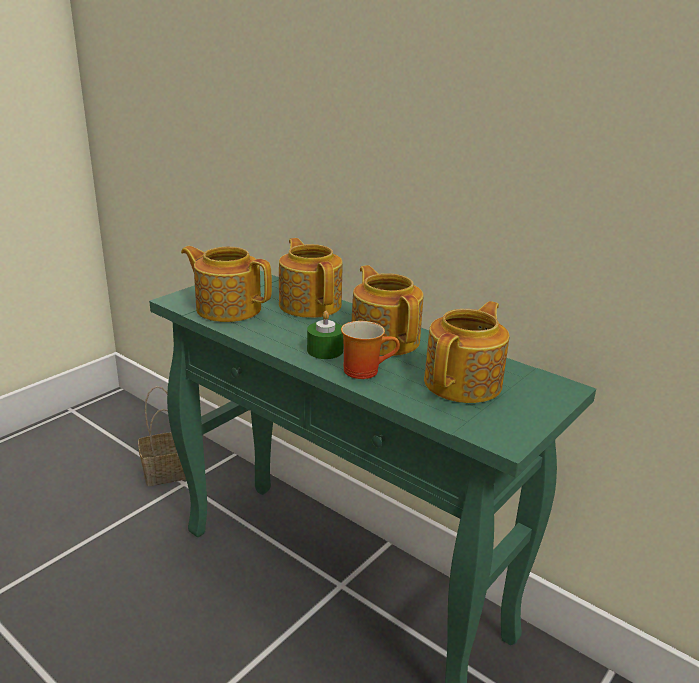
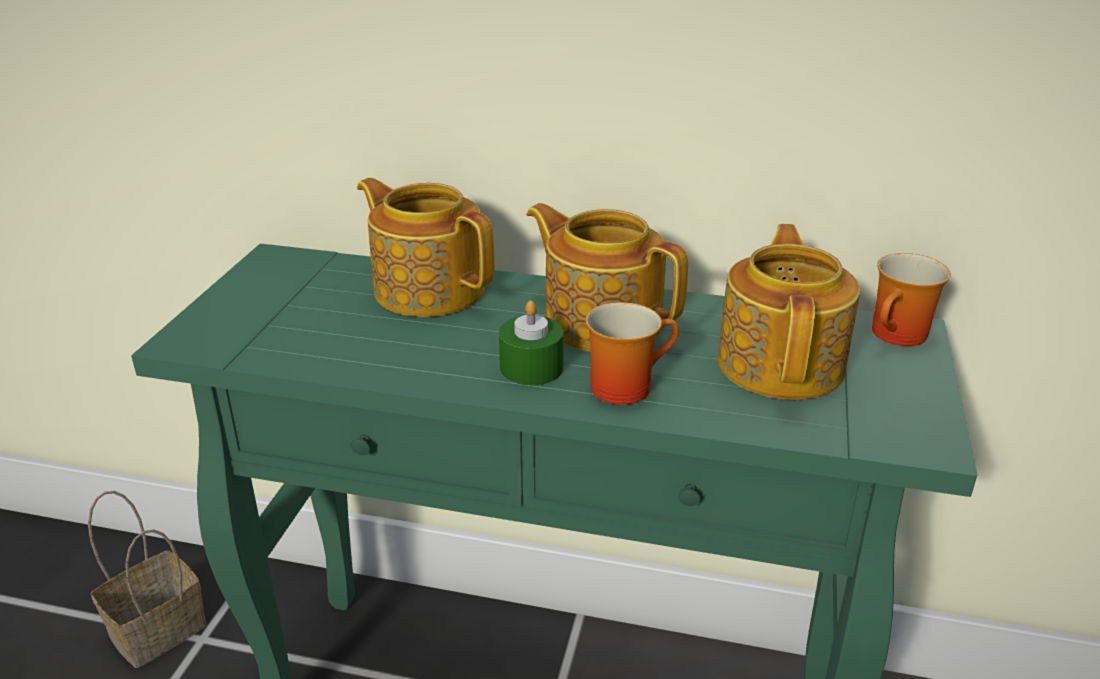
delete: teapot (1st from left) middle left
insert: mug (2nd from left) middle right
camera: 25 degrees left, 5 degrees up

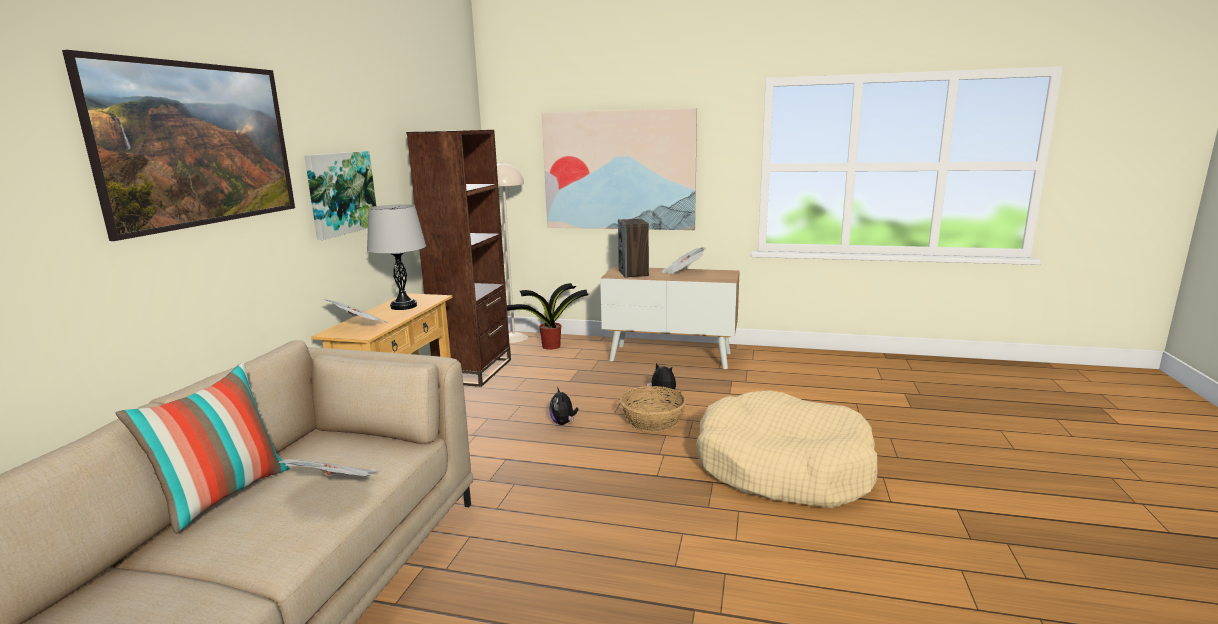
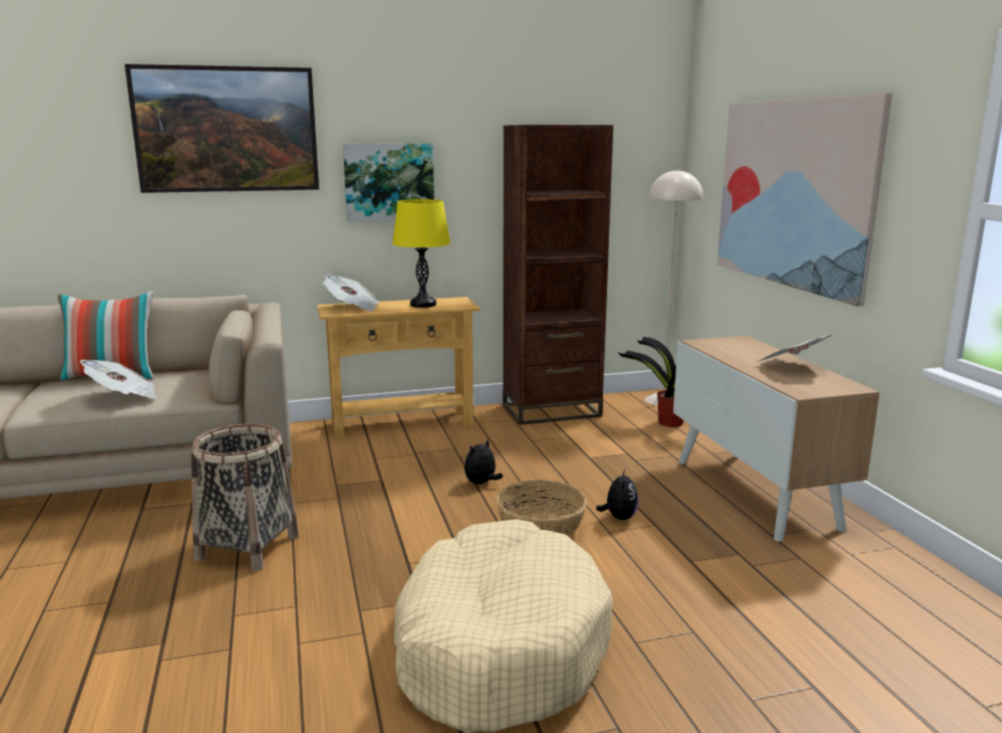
delete: speaker centre
insert: basket (1st from left) bottom left
recolor: grey table lamp middle left to yellow table lamp centre
camera: 60 degrees right, 0 degrees up

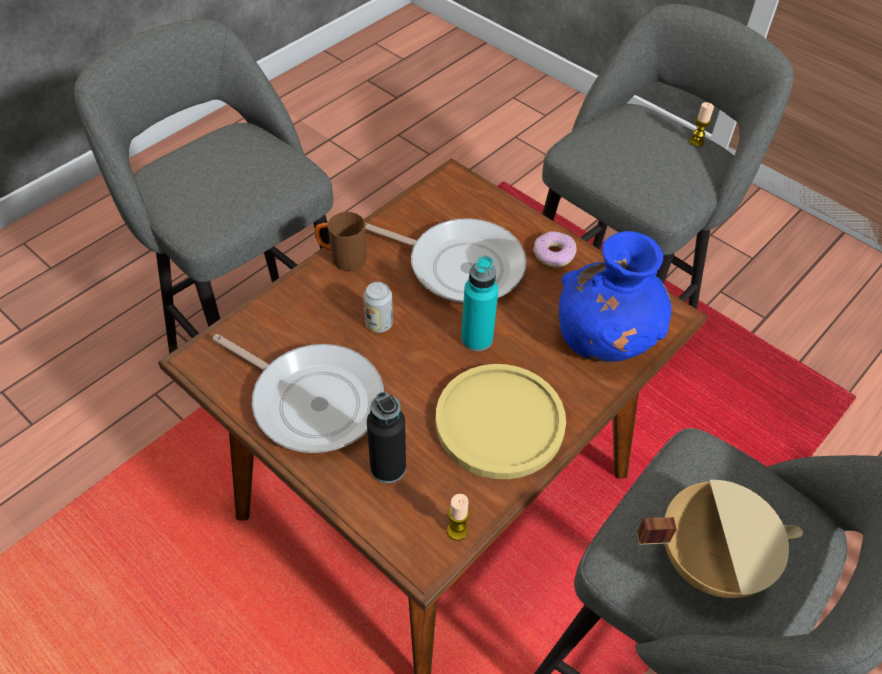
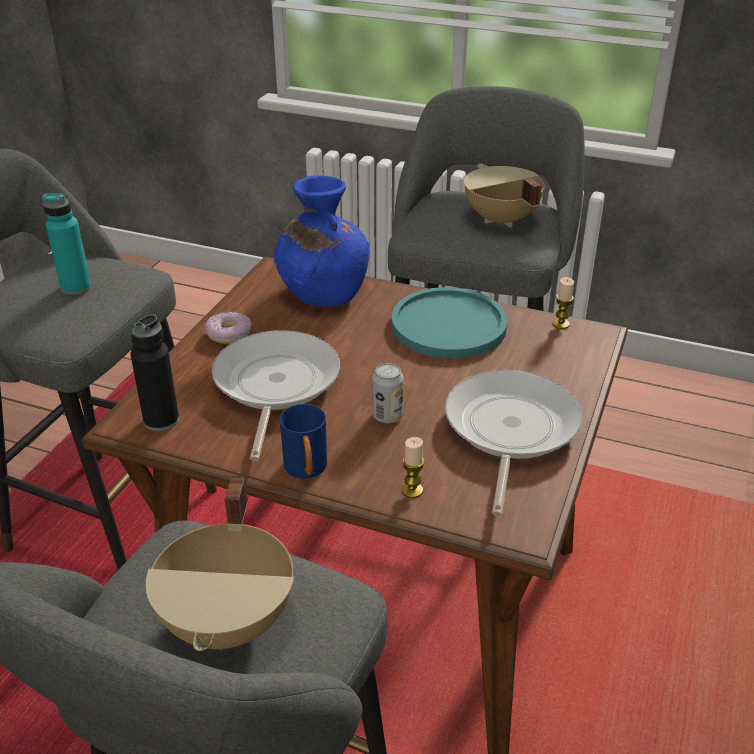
insert: beige cooking pot (1st from left) bottom left
move: black bottle centre to middle left; turquoise bottle centre to top left; candle (2nd from left in the first image) top right to candle (1st from left) centre
recolor: brown mug centre to blue mug centre; yellow plate centre to turquoise plate centre
camera: 110 degrees left, 15 degrees down

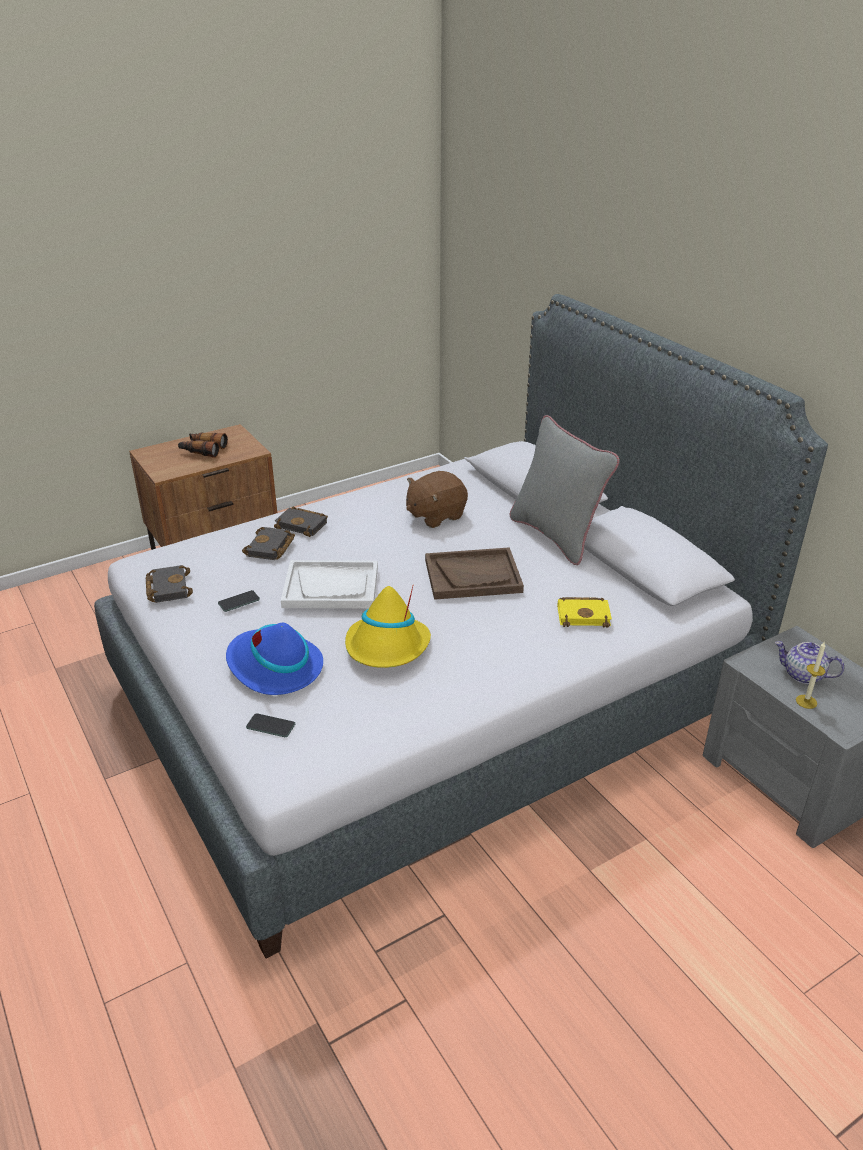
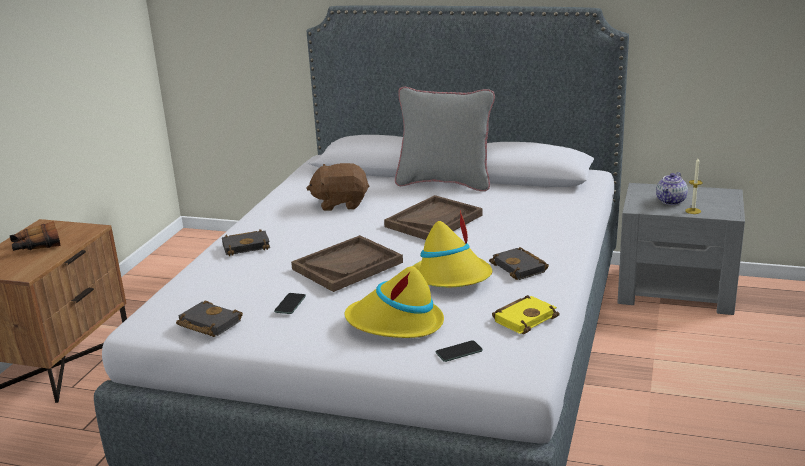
move: black book (2nd from left in the first image) middle left to black book (3rd from left) centre; yellow book middle right to bottom centre
recolor: blue hat middle left to yellow hat (1st from left) centre; white tray centre to brown tray (1st from left) centre
rotate: brown plush toy centre = centre 75 degrees clockwise; teapot middle right = middle right 45 degrees counterclockwise
camera: 40 degrees left, 10 degrees down

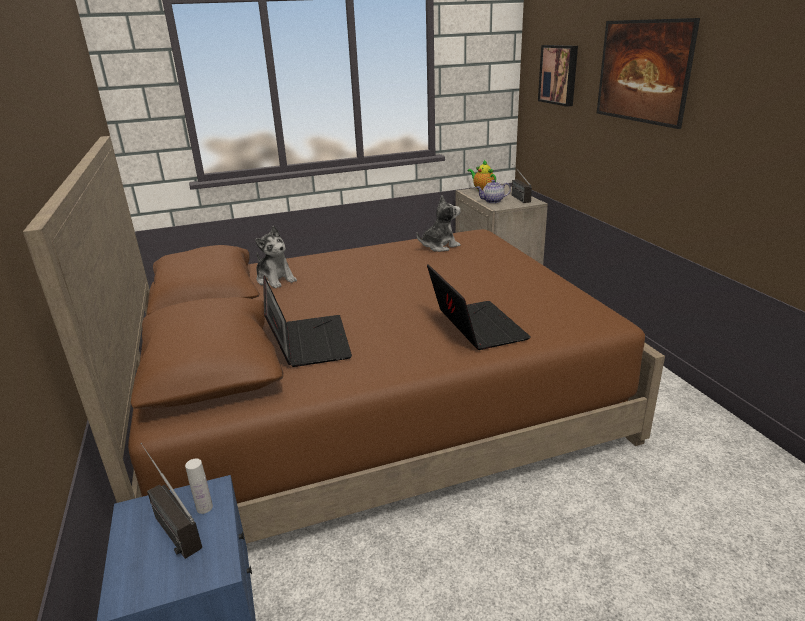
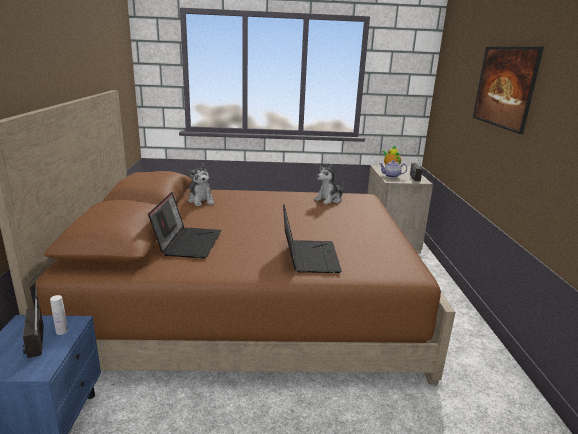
delete: picture (1st from left) top right
rotate: plush toy (2nd from left) centre = centre 150 degrees clockwise
camera: 15 degrees right, 5 degrees down

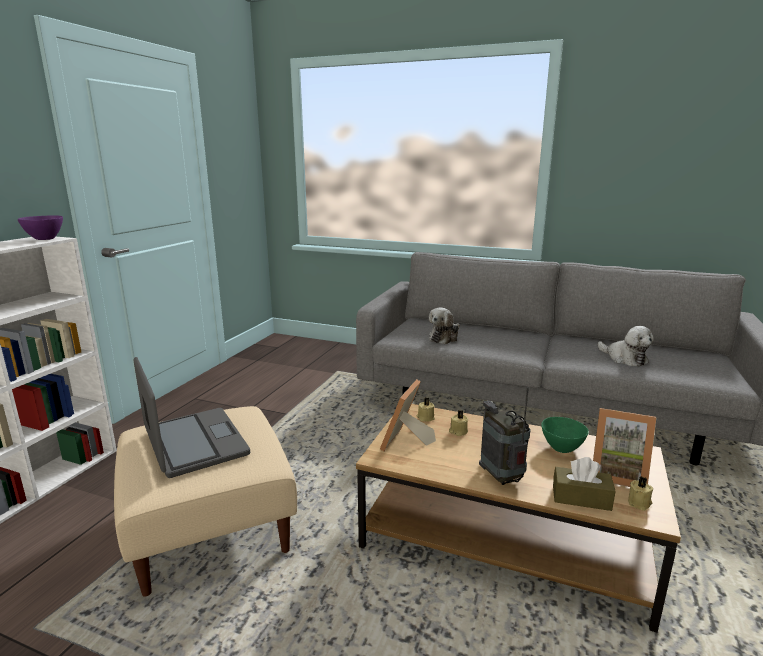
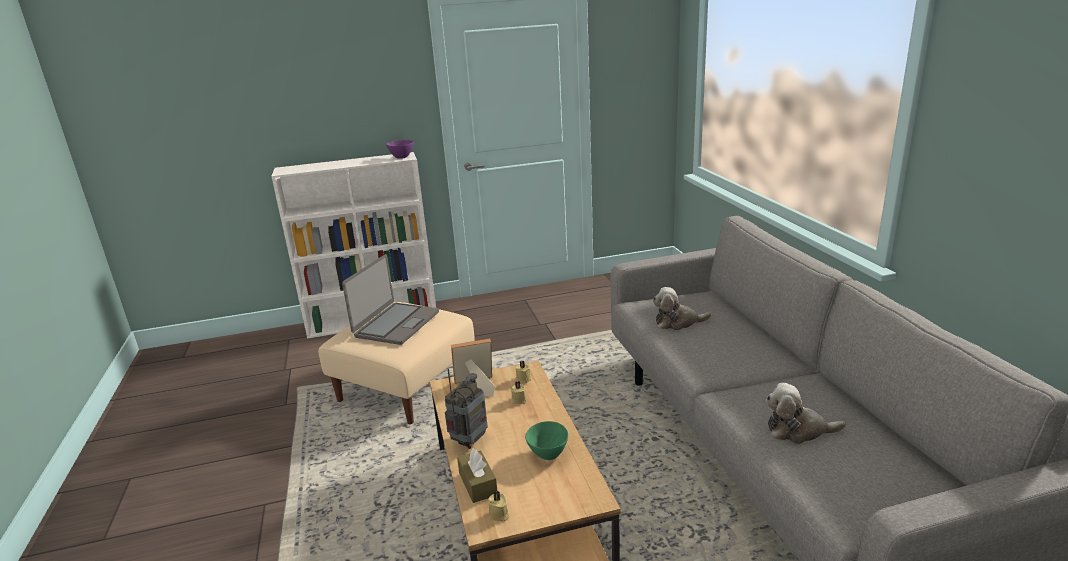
delete: picture frame (2nd from left) bottom right
rotate: plush toy (2nd from left) middle right = bottom right 75 degrees clockwise
camera: 55 degrees right, 5 degrees up

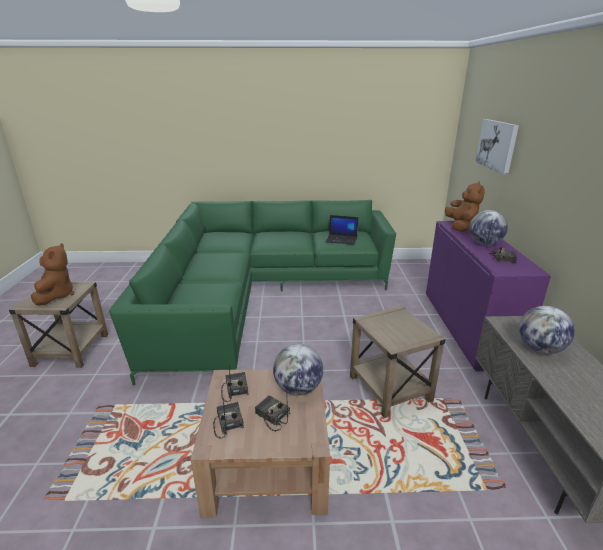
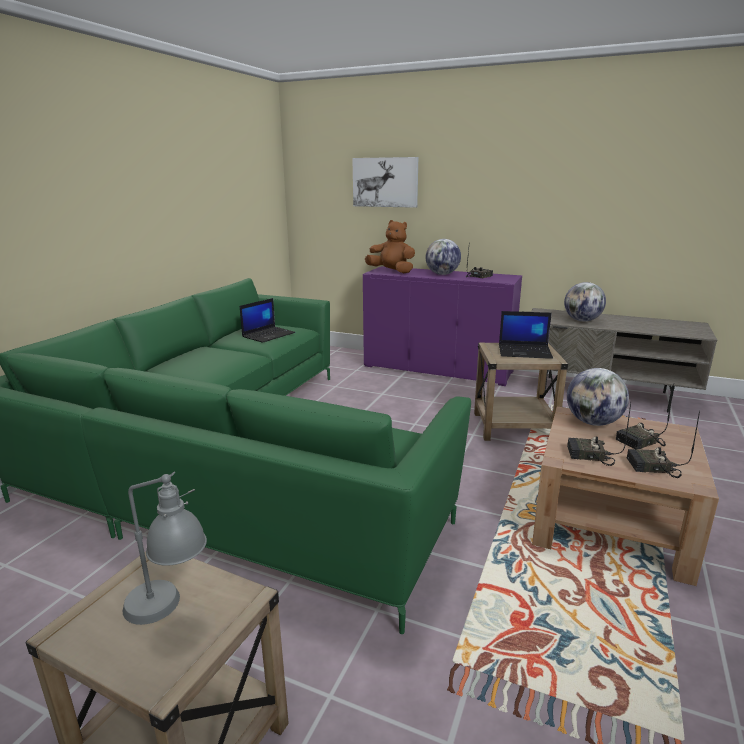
insert: laptop (2nd from left) middle right
replace: brown plush toy (1st from left) middle left to grey table lamp bottom left
camera: 65 degrees left, 5 degrees down

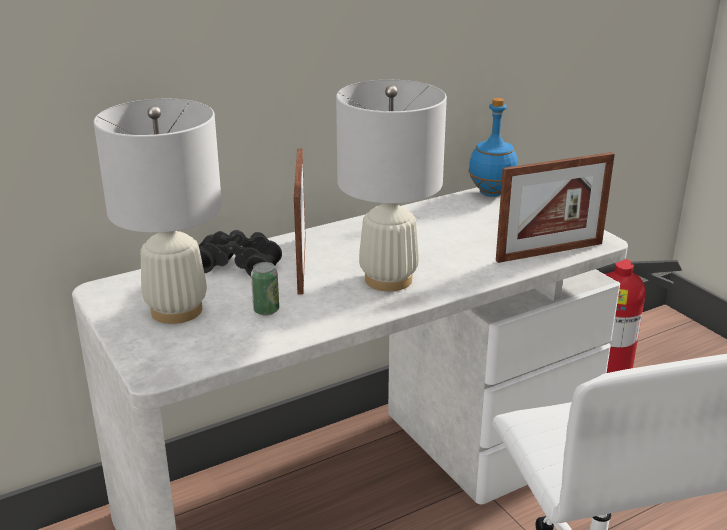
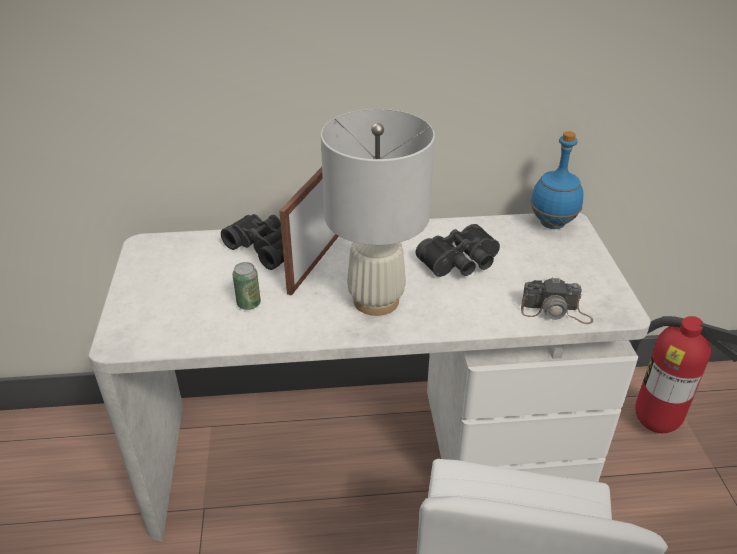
delete: white table lamp (1st from left) middle left
insert: black binoculars (2nd from left) centre
replace: picture frame (2nd from left) middle right to photo camera middle right
camera: 25 degrees right, 10 degrees up

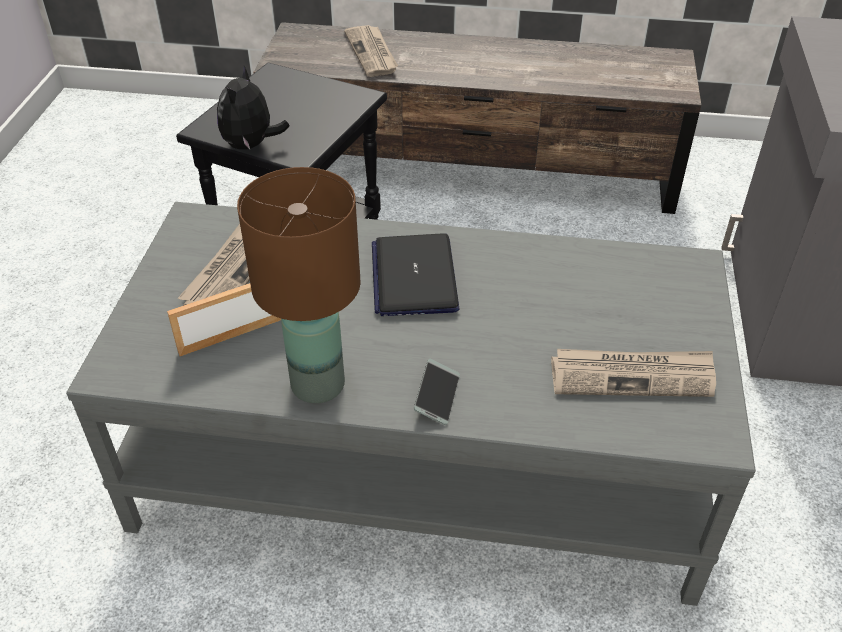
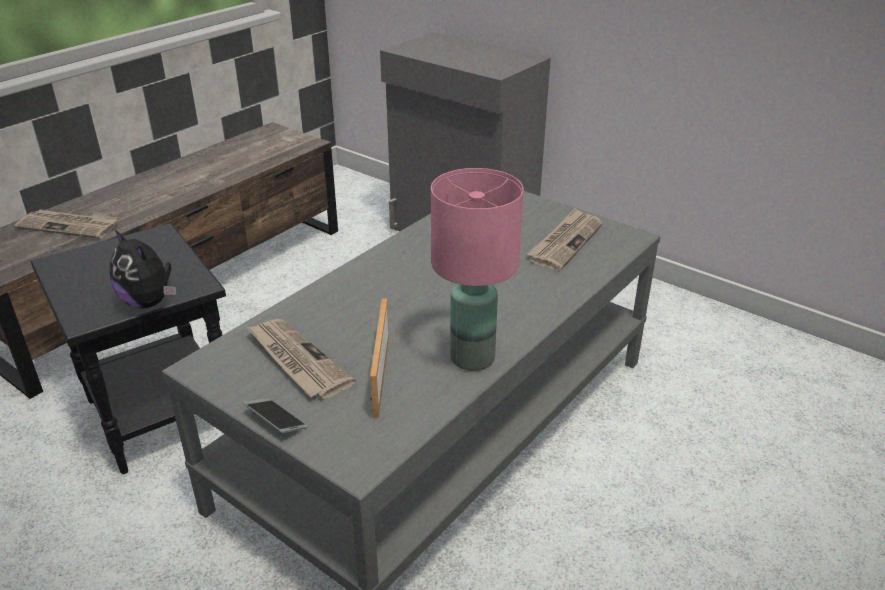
delete: laptop centre
move: phone centre to bottom left
recolor: brown table lamp centre to pink table lamp centre
camera: 60 degrees left, 10 degrees down

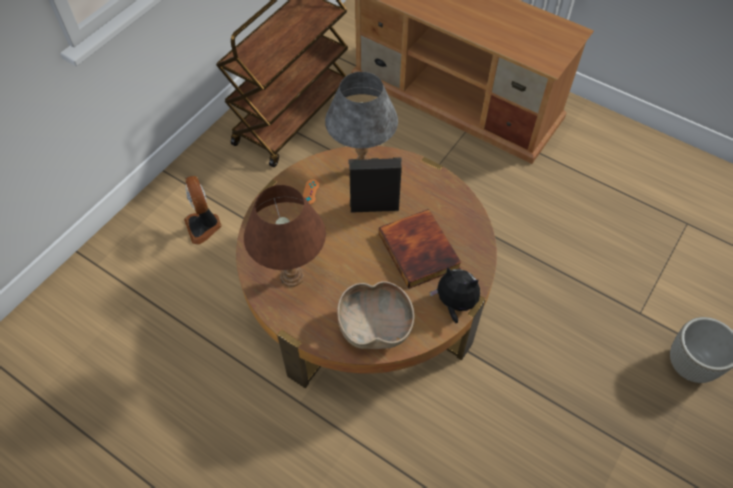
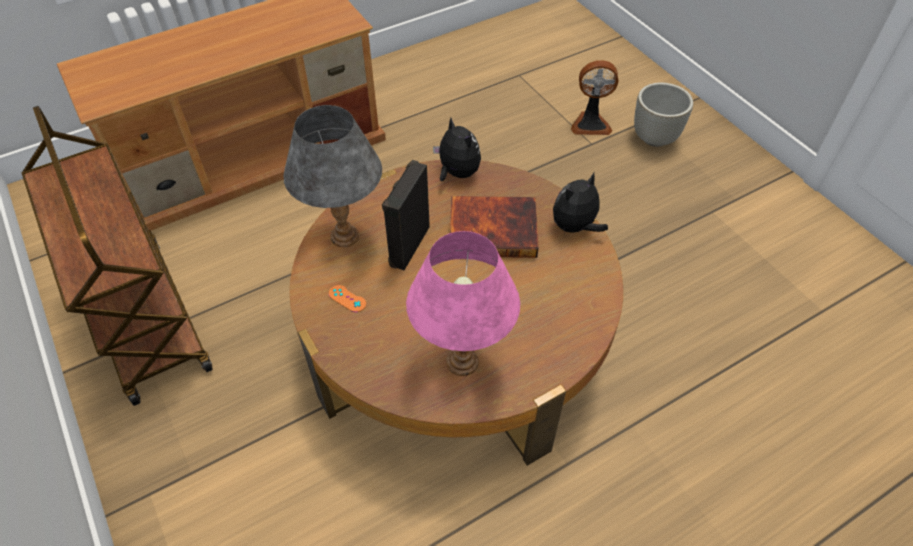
delete: brown bowl centre
insert: plush toy (1st from left) top centre
move: fan middle left to top centre
recolor: brown table lamp centre to pink table lamp centre
camera: 65 degrees left, 5 degrees down

